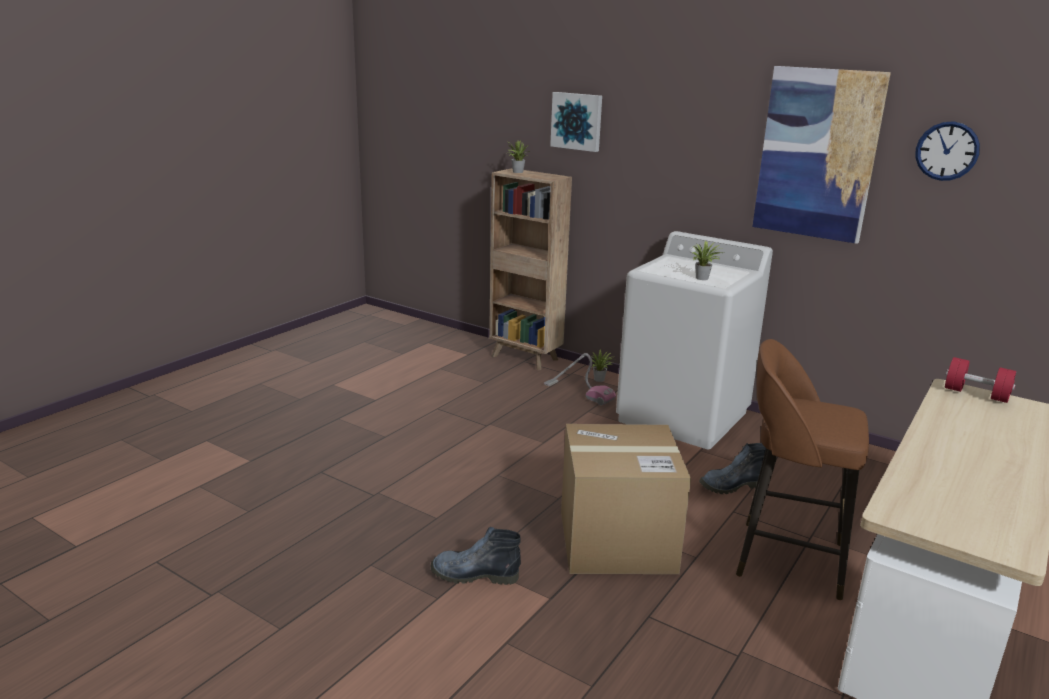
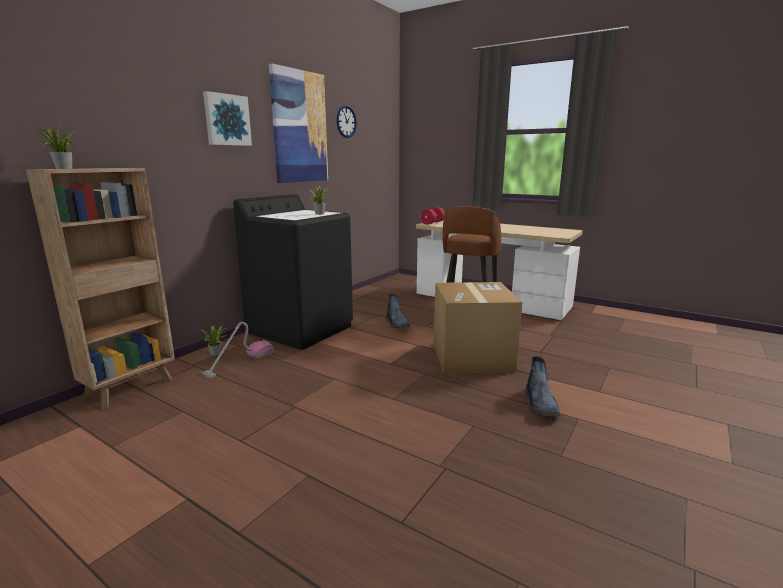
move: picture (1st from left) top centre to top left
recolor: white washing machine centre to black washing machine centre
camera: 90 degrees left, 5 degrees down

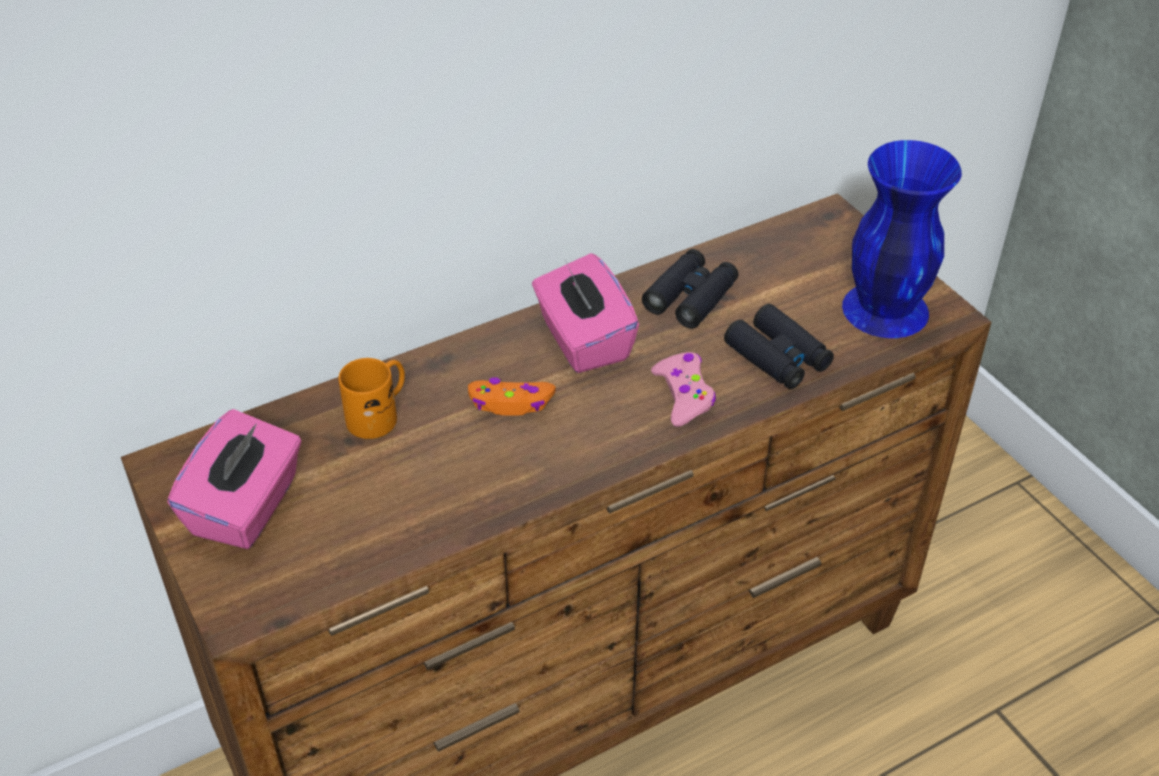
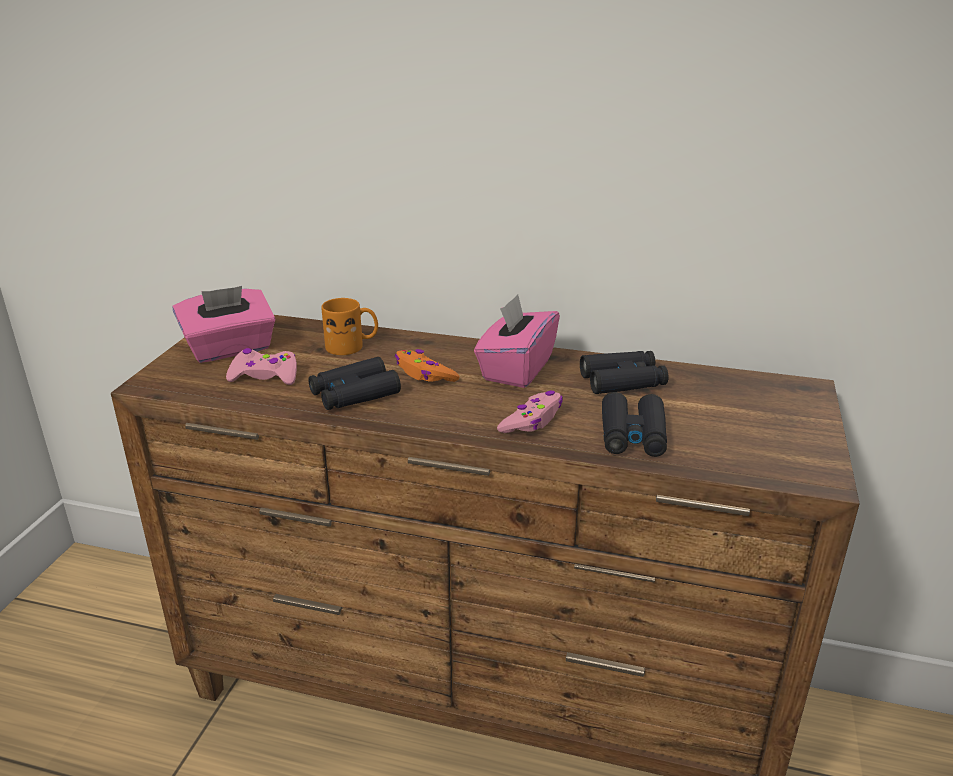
delete: blue vase top right
insert: pink game controller (1st from left) middle left; black binoculars (1st from left) centre
camera: 45 degrees right, 15 degrees down

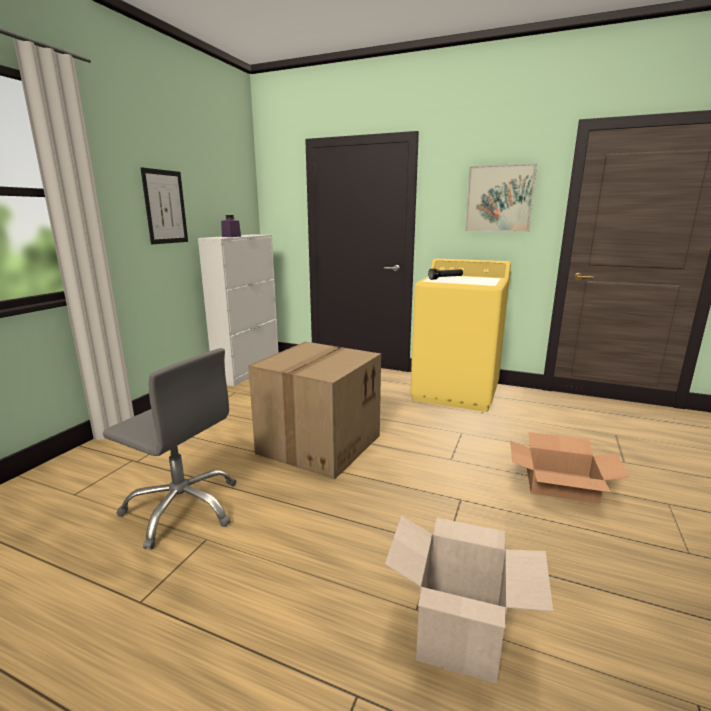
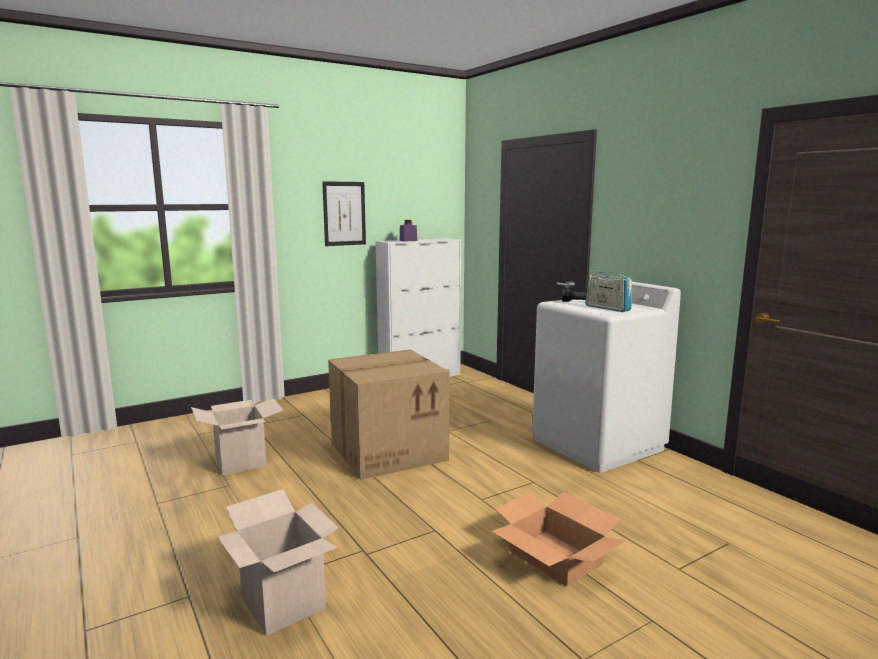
delete: picture (2nd from left) top right
insert: radio middle right
replace: grey office chair middle left to cardboard box (1st from left) middle left
recolor: yellow washing machine centre to white washing machine middle right
camera: 35 degrees right, 5 degrees down

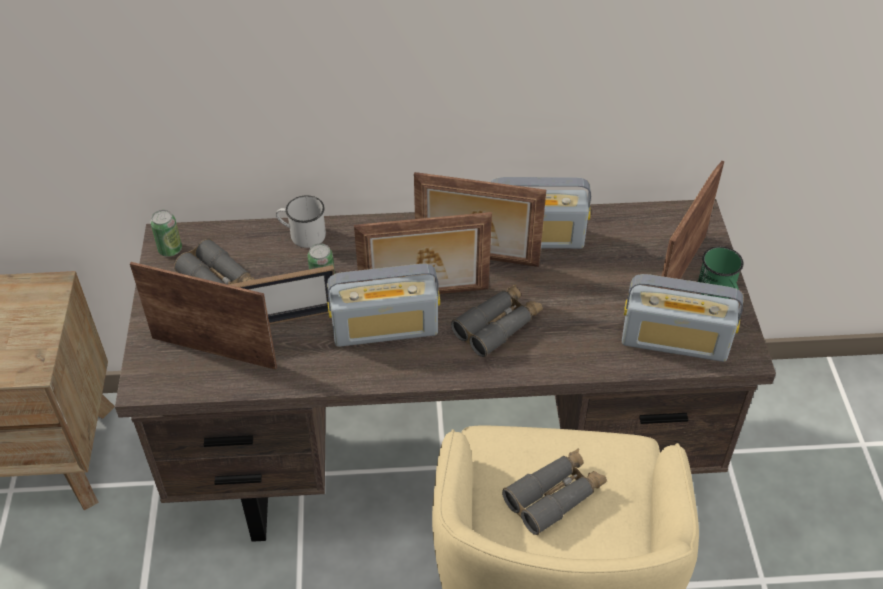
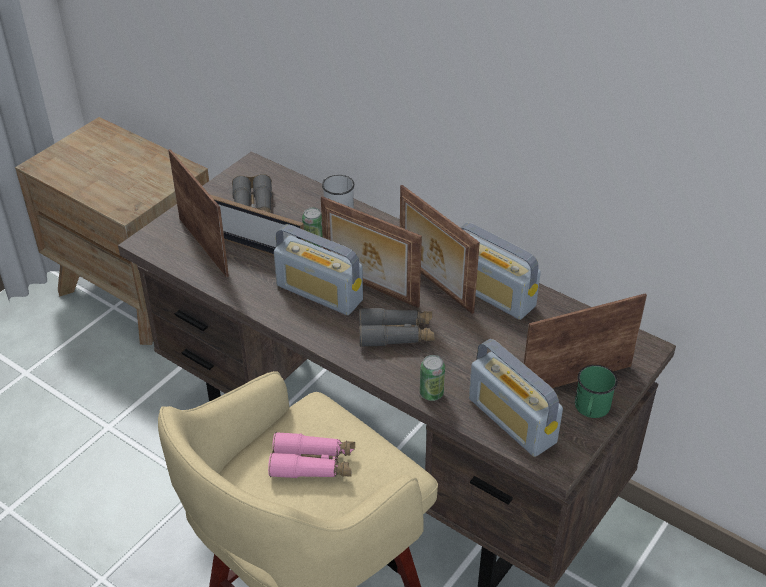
move: can (1st from left in the first image) middle left to can (2nd from left) centre
recolor: grey binoculars (3rd from left) bottom centre to pink binoculars bottom centre
camera: 40 degrees right, 5 degrees down

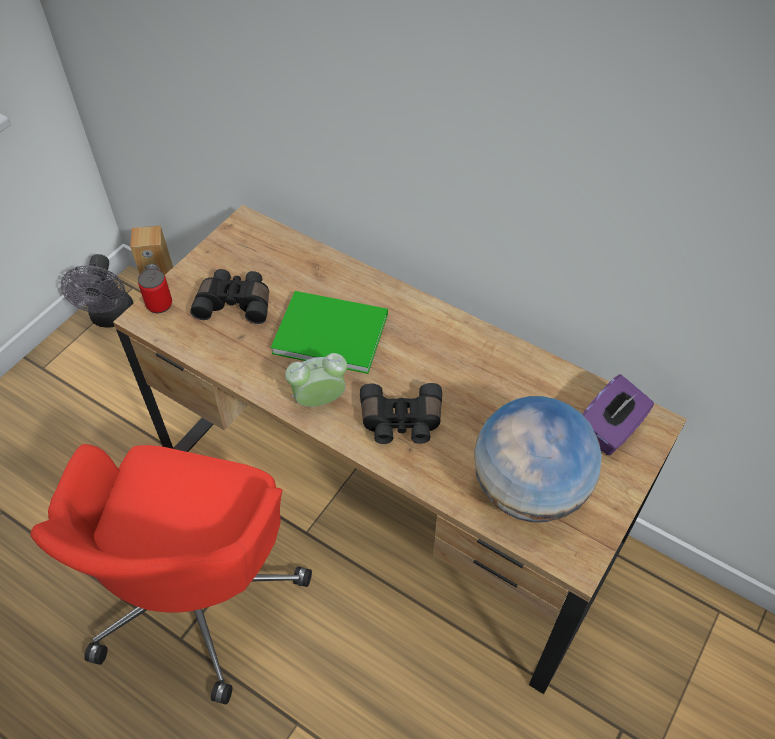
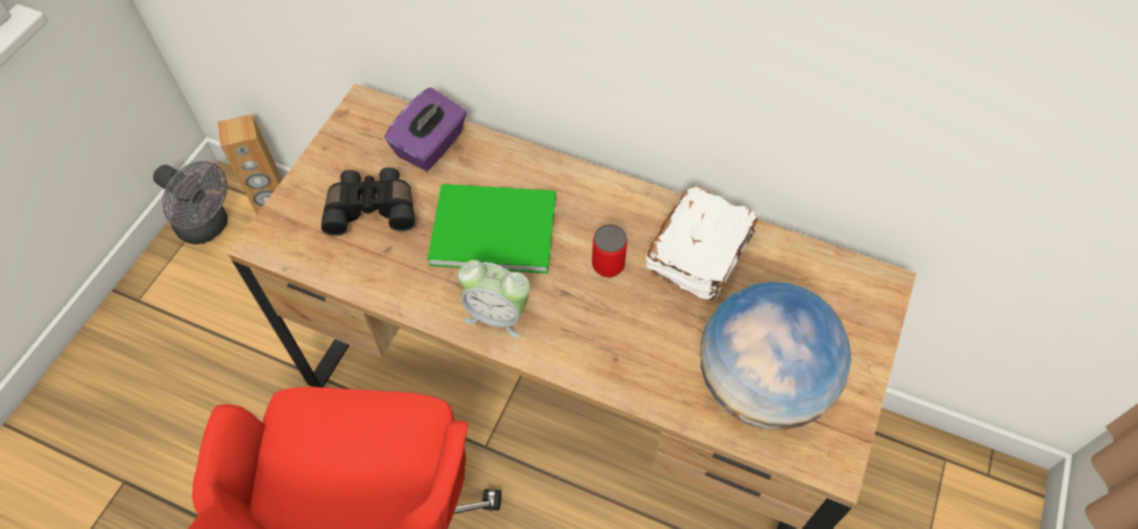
delete: black binoculars (2nd from left) centre
insert: white book centre
move: can middle left to centre; purple tissue box middle right to top centre
rotate: grey fan middle left = middle left 45 degrees counterclockwise; alarm clock centre = centre 135 degrees counterclockwise
camera: 10 degrees left, 5 degrees up

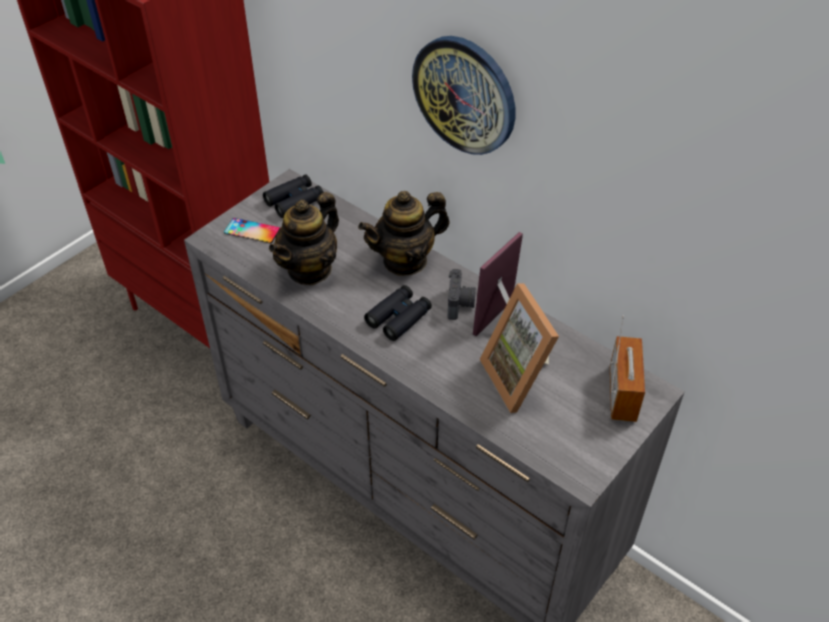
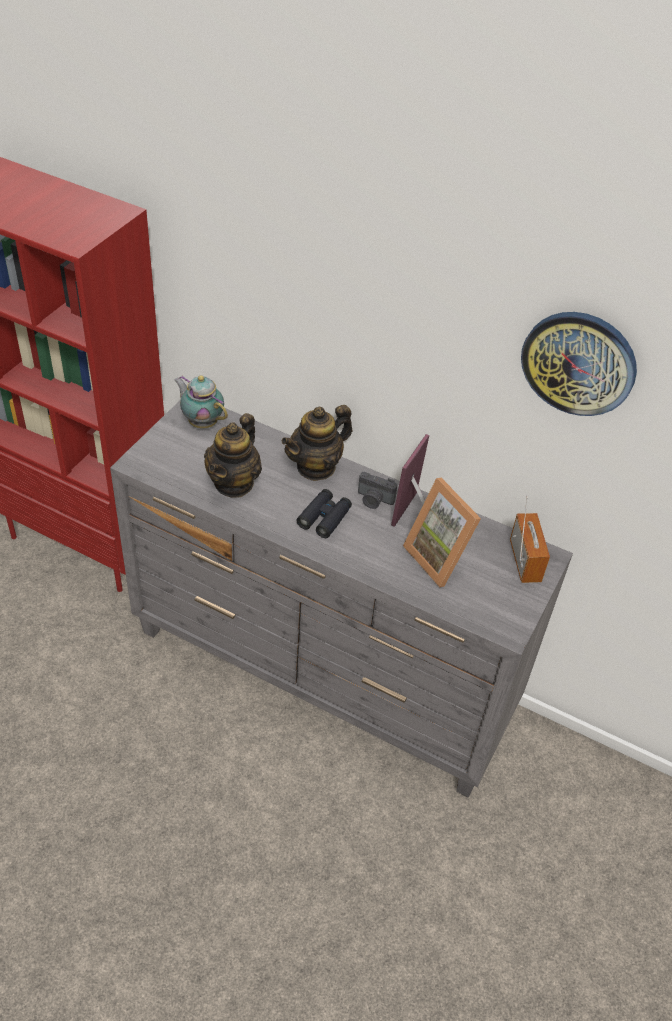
delete: phone middle left
move: wall clock top centre to middle right
replace: black binoculars (1st from left) top centre to teapot (1st from left) middle left
rotate: photo camera centre = centre 120 degrees clockwise
camera: 15 degrees left, 0 degrees up

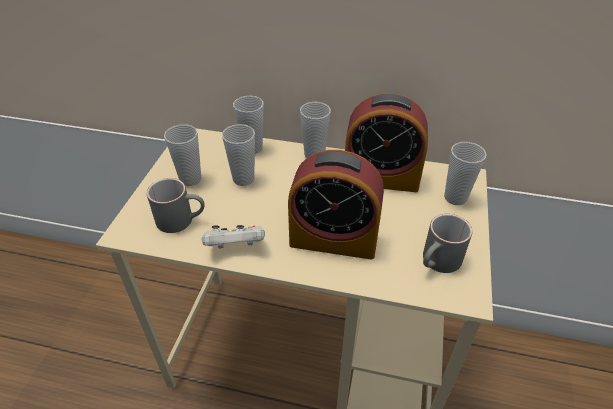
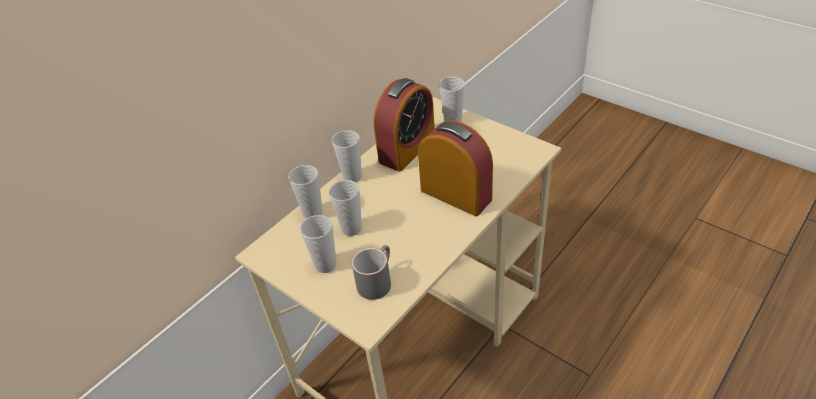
delete: white game controller centre; grey mug (2nd from left) middle right
rotate: alarm clock (1st from left in the first image) centre = centre 90 degrees counterclockwise
camera: 60 degrees left, 0 degrees up

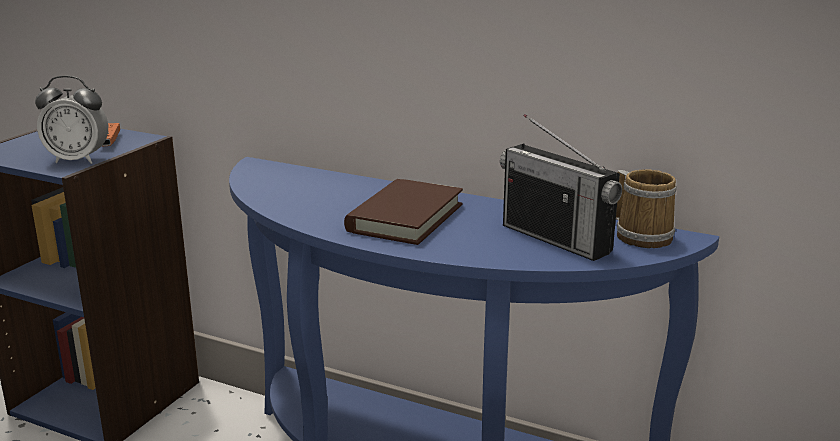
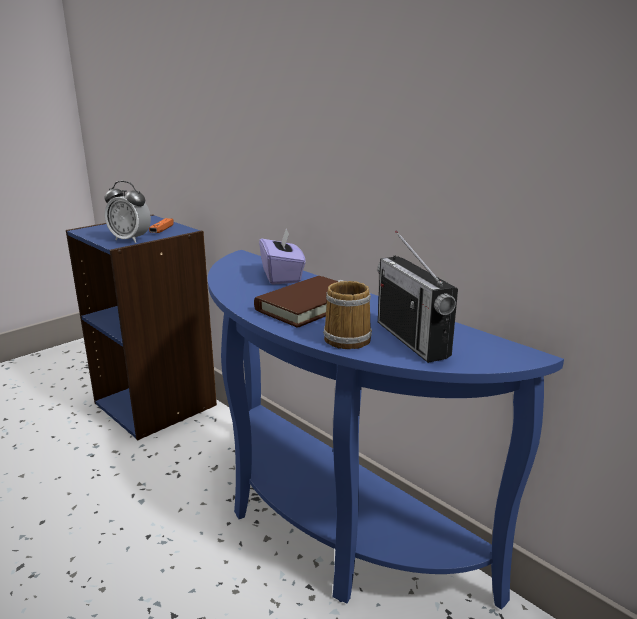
insert: purple tissue box centre
move: mug middle right to centre
camera: 20 degrees right, 0 degrees up

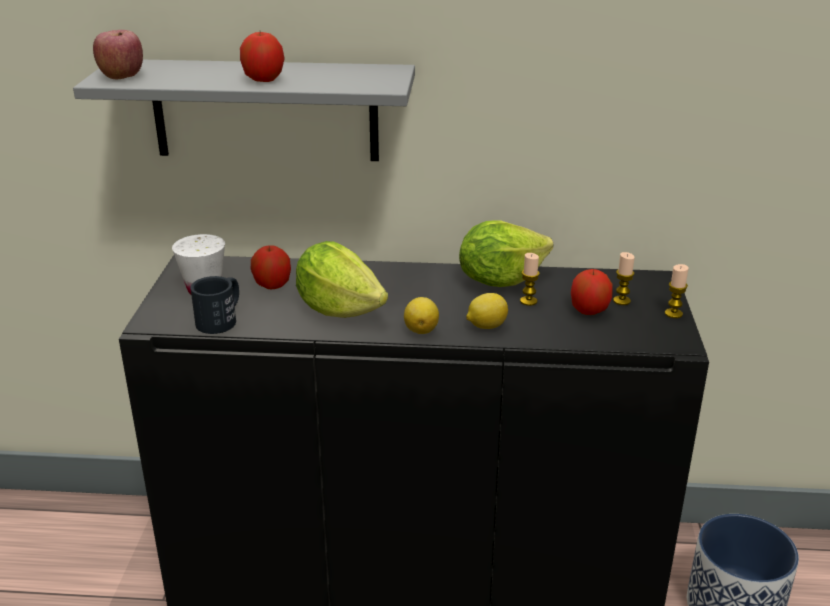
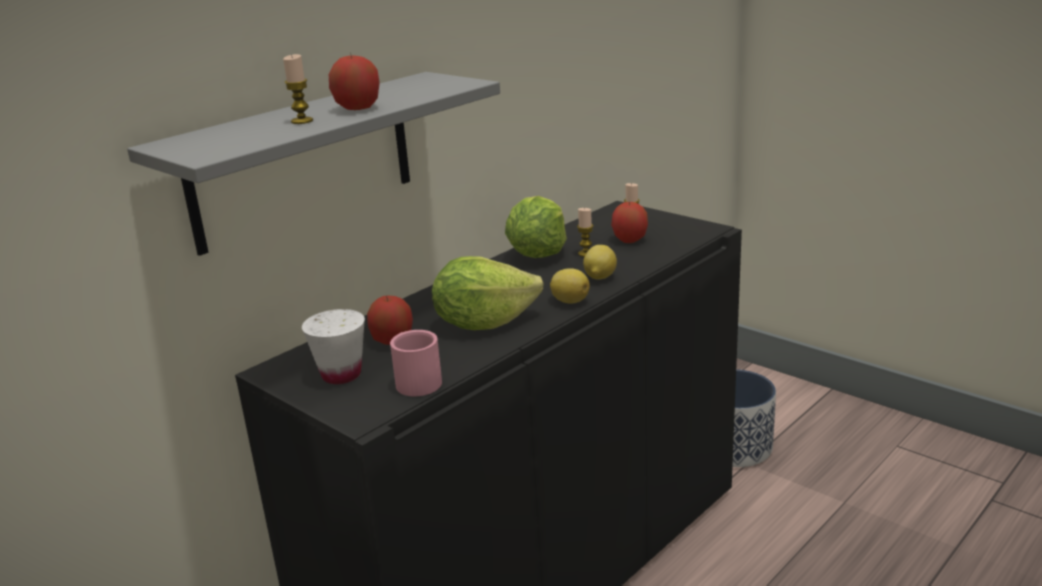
delete: apple (1st from left) top left
move: candle (3rd from left in the first image) middle right to candle (1st from left) top left
recolor: black mug middle left to pink mug centre
camera: 50 degrees left, 5 degrees down

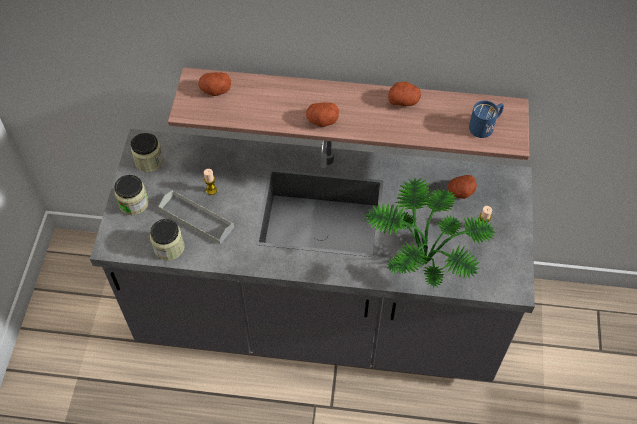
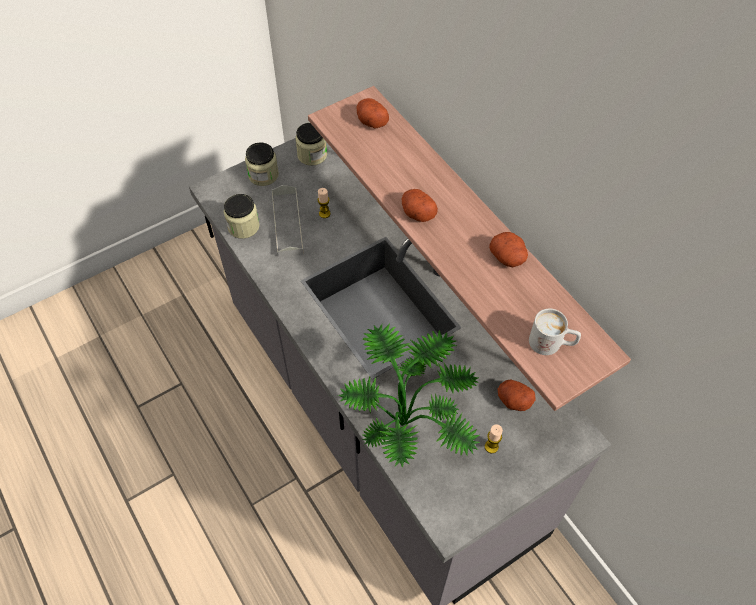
recolor: blue mug top right to white mug middle right
camera: 50 degrees right, 0 degrees up

